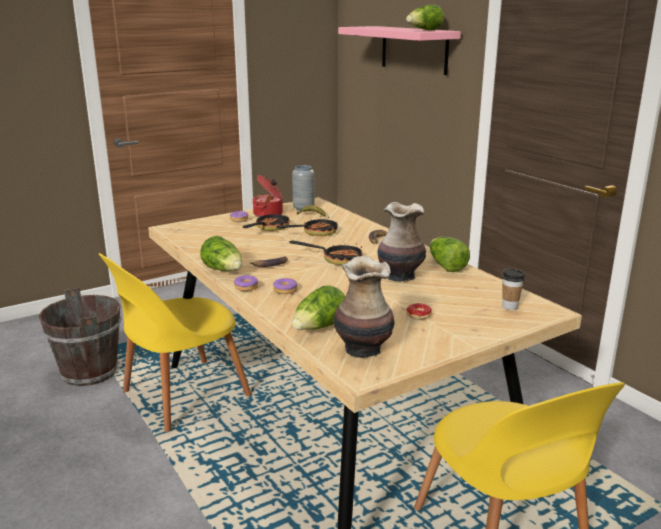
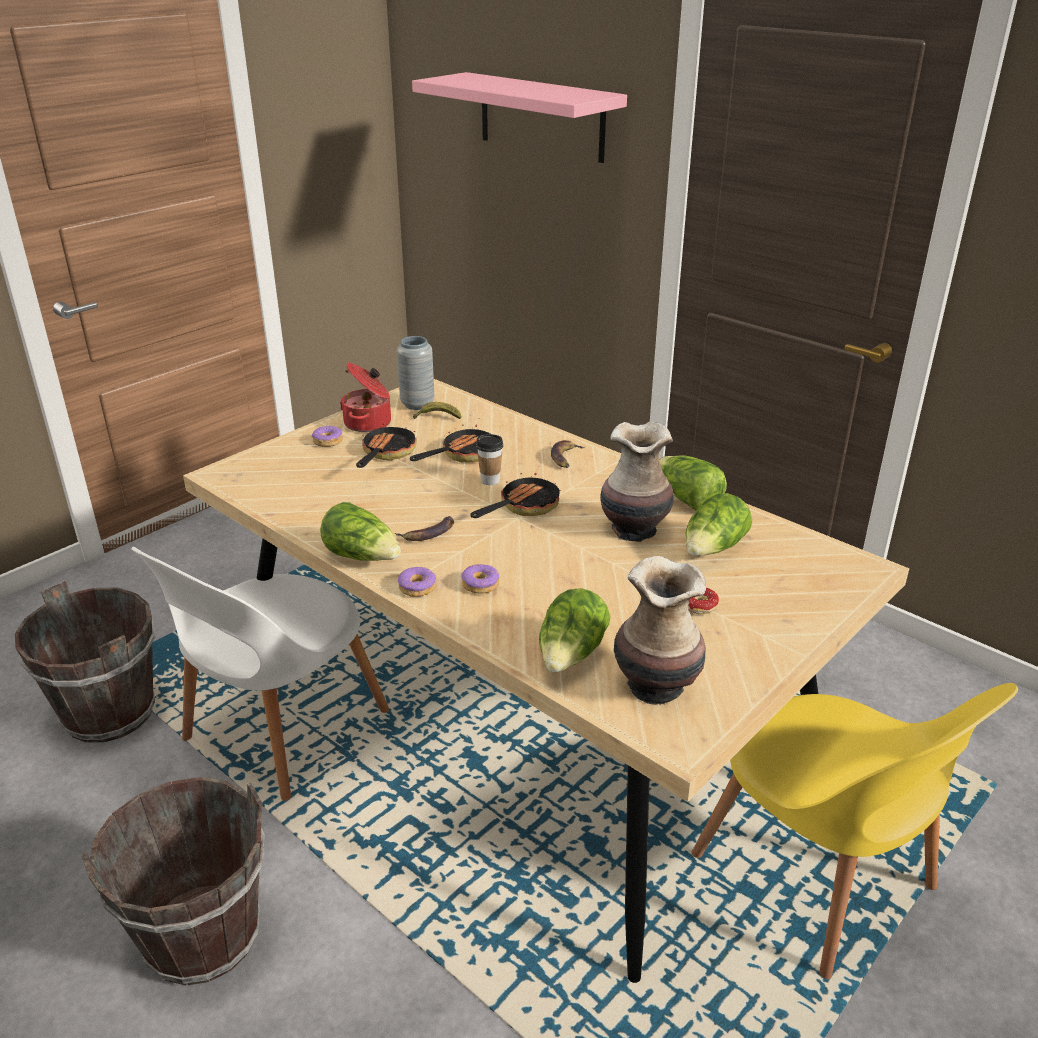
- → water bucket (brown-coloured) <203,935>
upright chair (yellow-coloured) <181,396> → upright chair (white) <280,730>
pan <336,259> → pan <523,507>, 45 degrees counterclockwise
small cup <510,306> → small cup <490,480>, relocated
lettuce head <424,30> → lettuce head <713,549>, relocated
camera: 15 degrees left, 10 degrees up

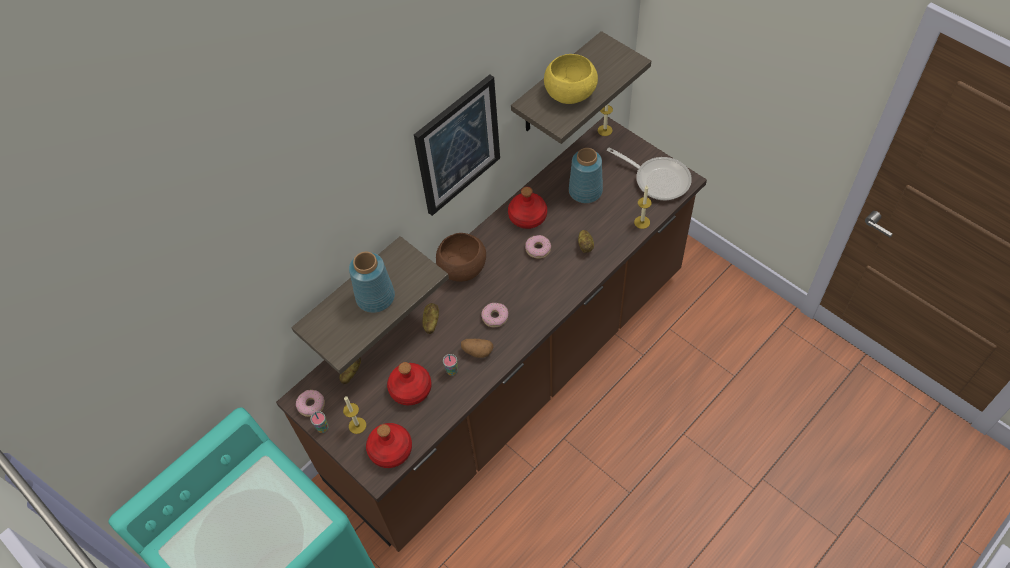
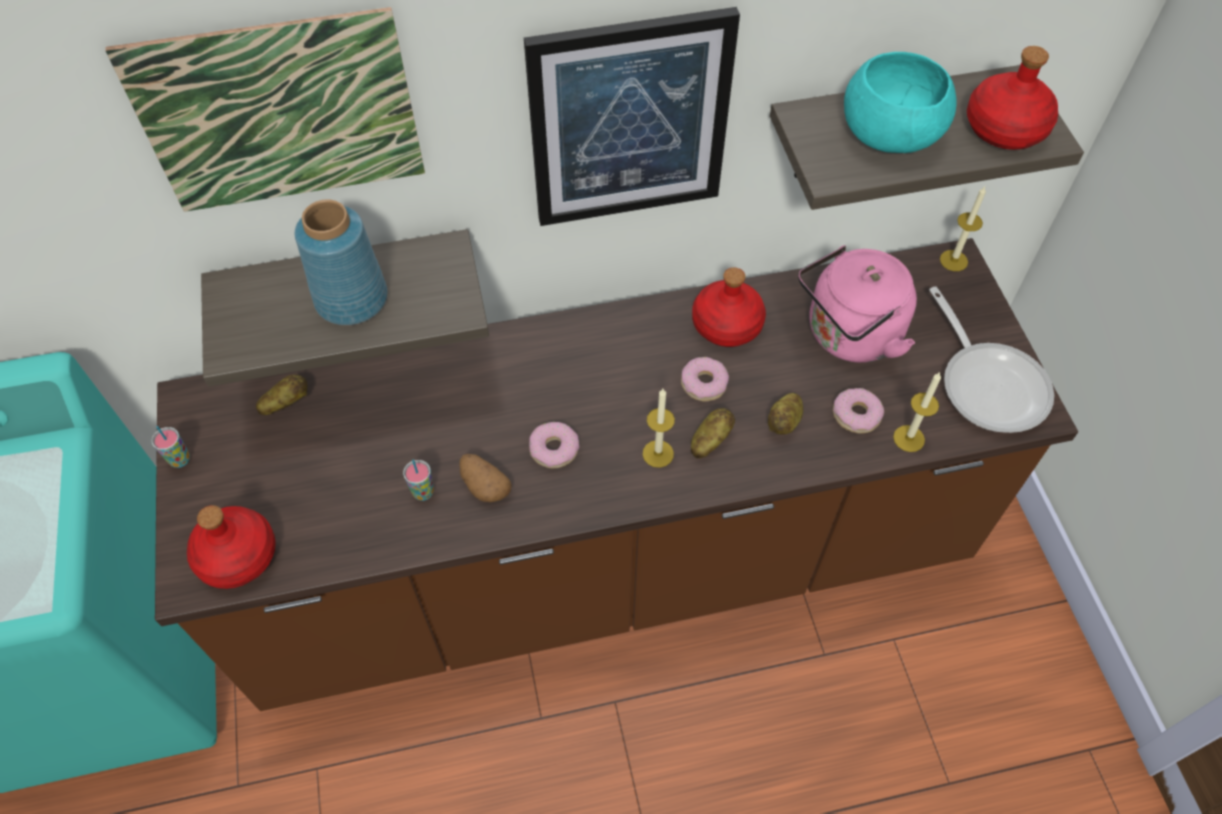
- → wall picture <280,114>
wax light <357,425> → wax light <658,453>, relocated
spud <431,322> → spud <709,440>, relocated
flower vase (blue-coloured) <584,191> → water kettle (pinkish) <849,336>
donut <311,405> → donut <856,415>, relocated
bowl (yellow-coloured) <571,92> → bowl (blue-green) <892,133>
beverage bottle (red-coloured) <410,389> → beverage bottle (red-coloured) <1004,127>, relocated
bowl (brown-coloured) <462,266> → -
camera: 30 degrees right, 0 degrees up

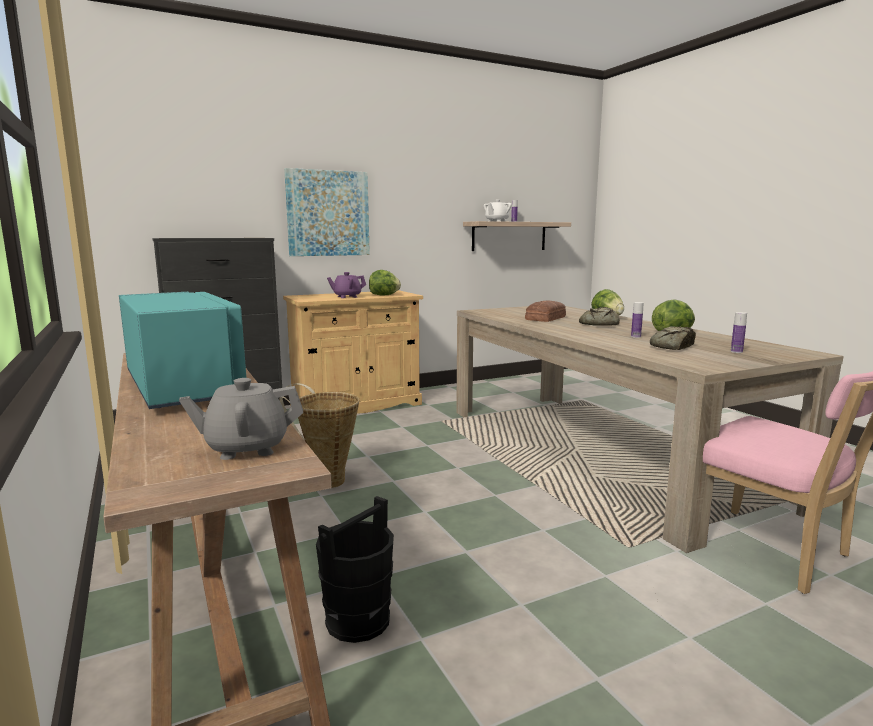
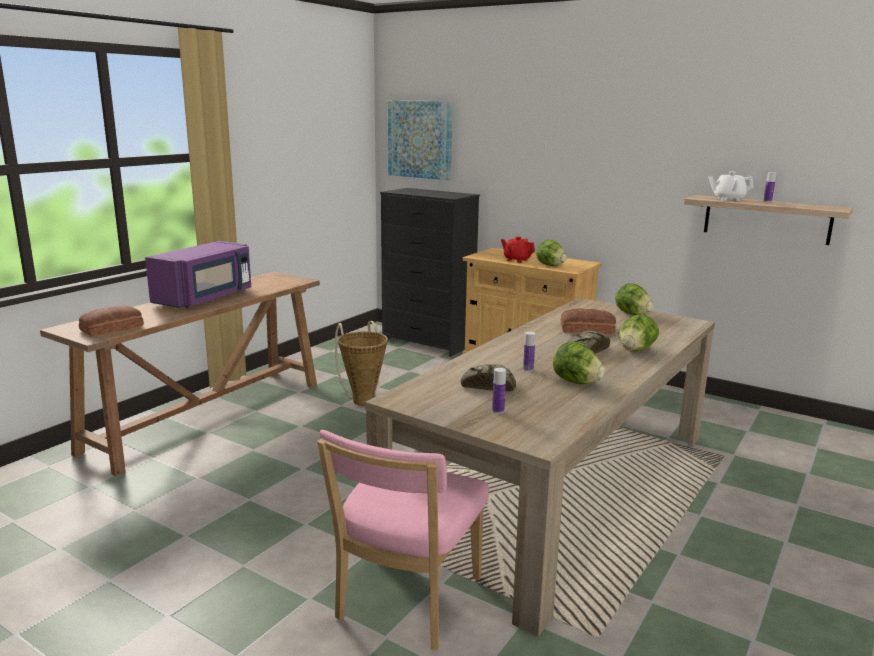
tea pot (gray) <246,448> → baked bread <113,328>
kitchen microwave (blue-green) <184,387> → kitchen microwave (purplish) <205,298>
wall picture <328,213> → wall picture <420,139>, relocated
tea pot (purplish) <347,297> → tea pot (red-coloured) <517,260>
- → lettuce head <632,314>
water bucket (black-coloured) <357,621> → -
camera: 60 degrees right, 5 degrees up

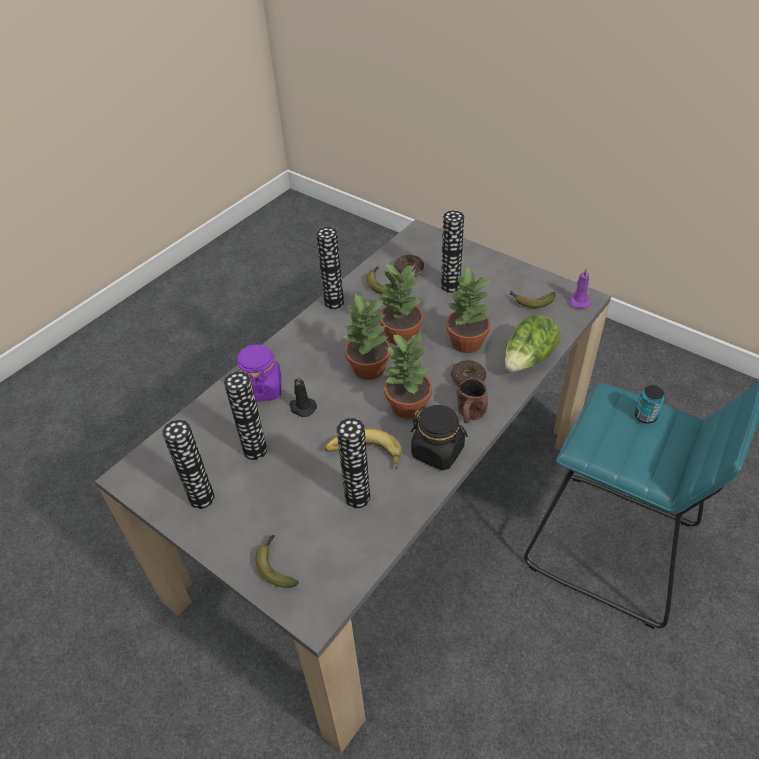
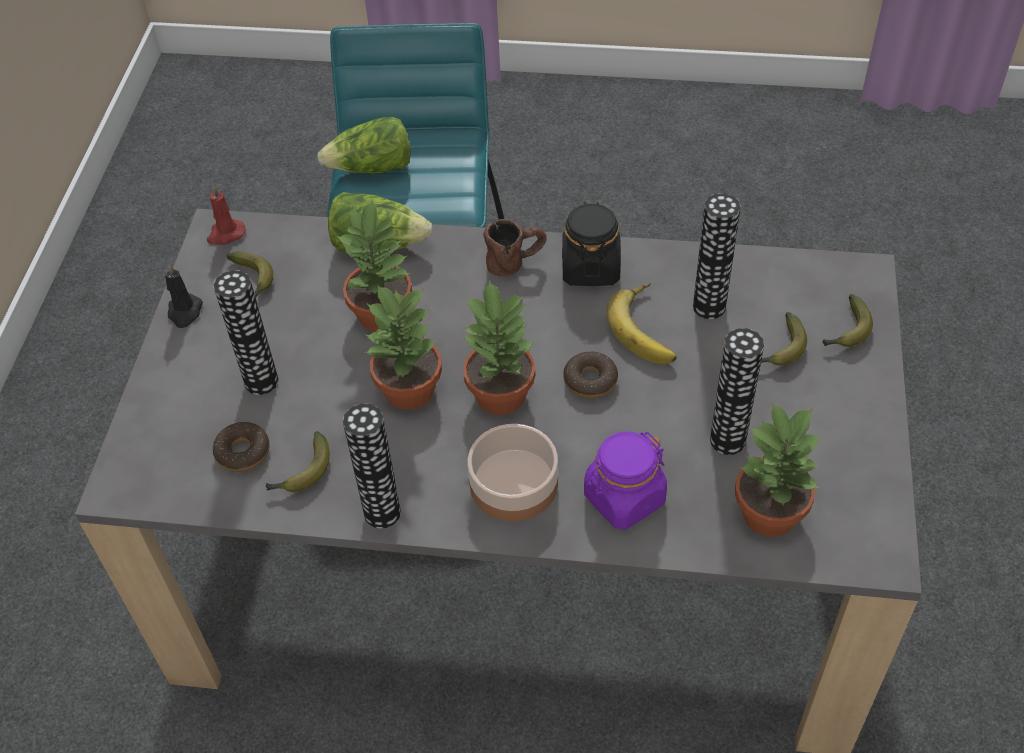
wax light (black-coloured) <302,407> → wax light (black-coloured) <185,312>, relocated
wax light (purplish) <578,301> → wax light (red-coloured) <225,234>
metal can <645,416> → lettuce head <372,168>
- → bowl <513,485>
donut <468,379> → donut <590,380>, relocated
houseplant <409,407> → houseplant <769,512>, relocated
- → banana fruit <781,349>
flower vase <202,498> → -
camera: 120 degrees left, 5 degrees up

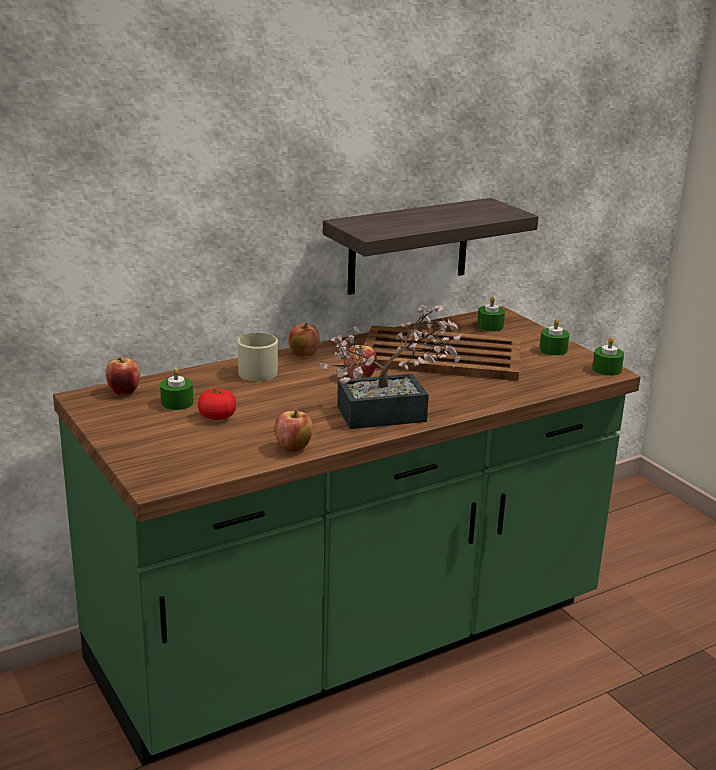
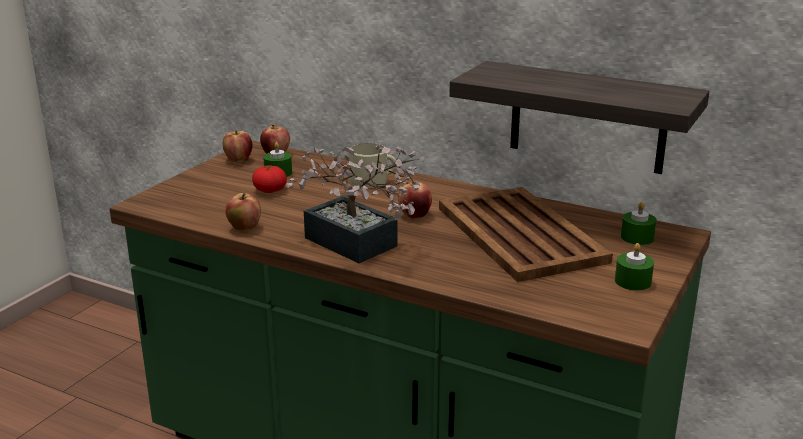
apple fruit <303,355> → apple fruit <238,160>, relocated
wax light (green-coloured) <606,369> → -
camera: 60 degrees right, 0 degrees up

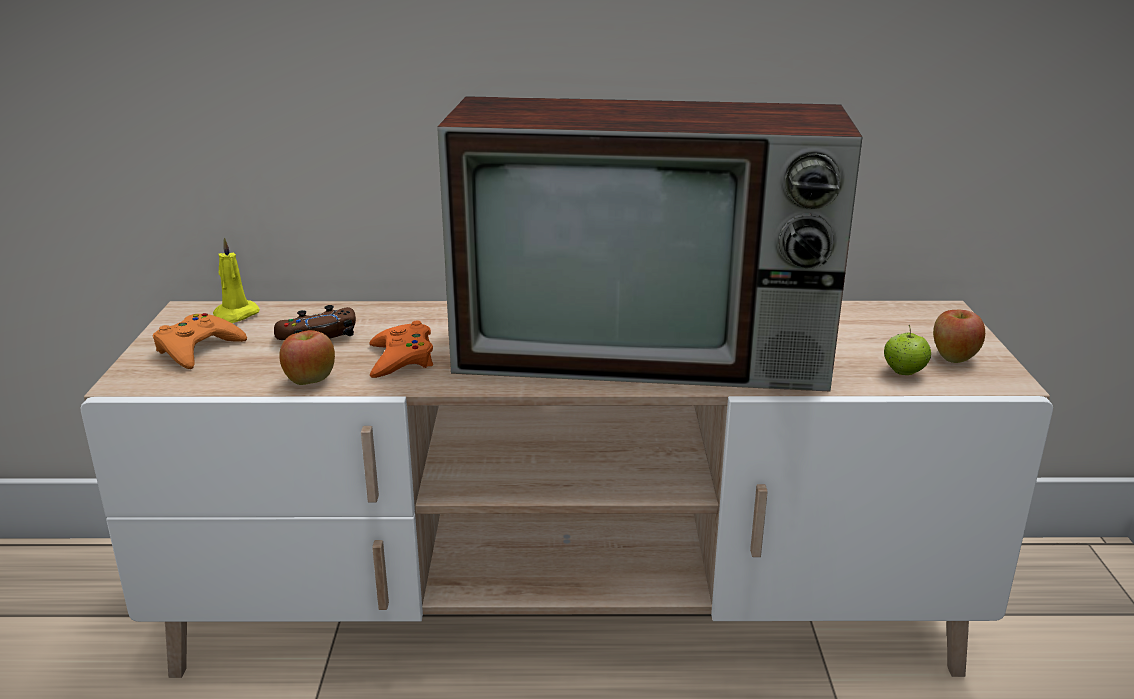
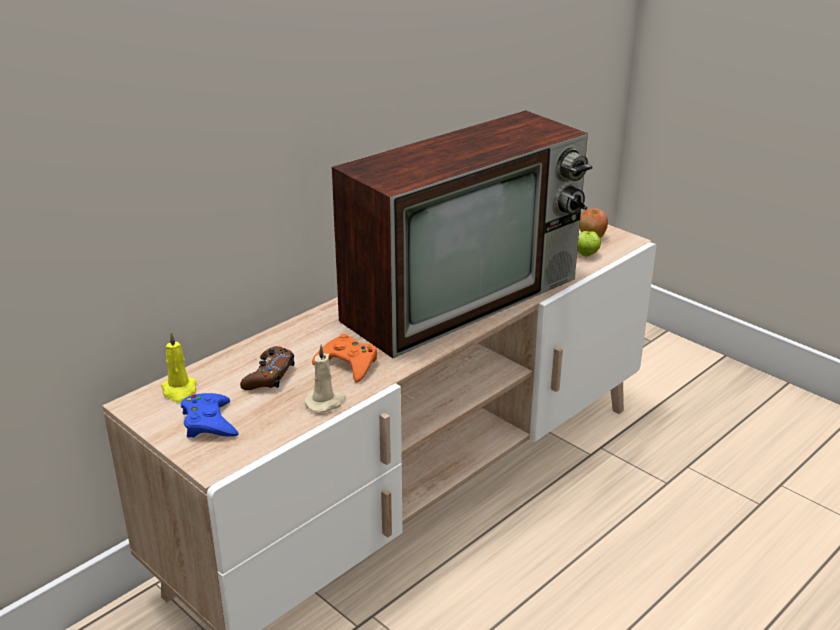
game controller (orangey) <198,349> → game controller (blue-coloured) <209,422>
apple fruit <310,381> → wax light (beige-coloured) <326,402>
camera: 45 degrees left, 5 degrees up

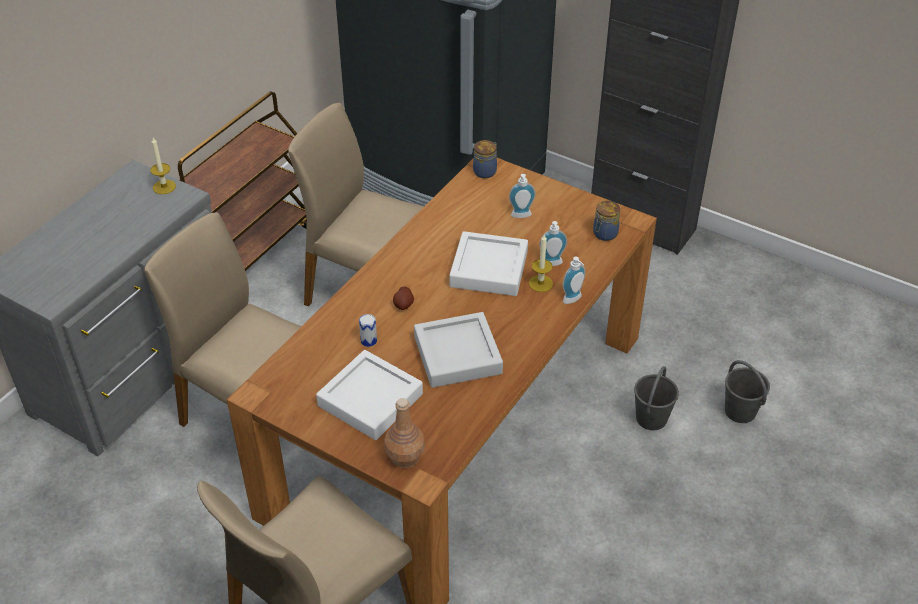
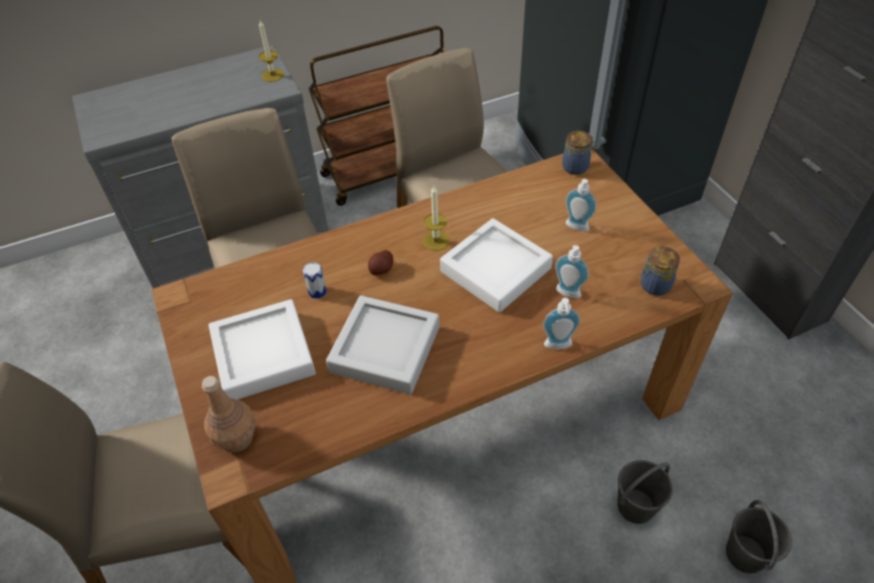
wax light <540,283> → wax light <436,240>, relocated
camera: 35 degrees right, 5 degrees up

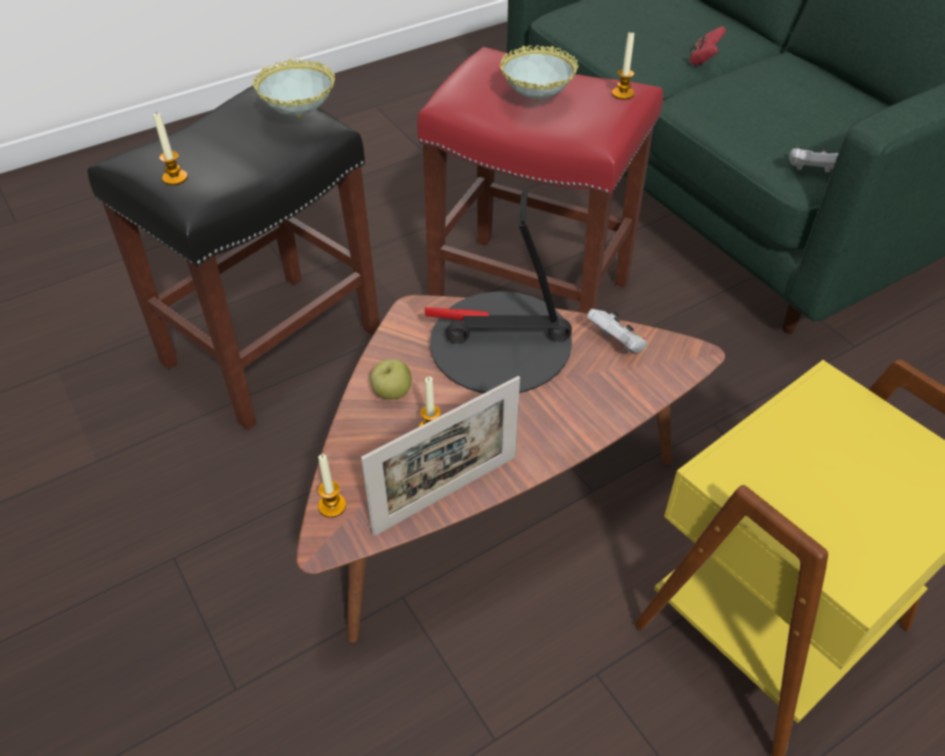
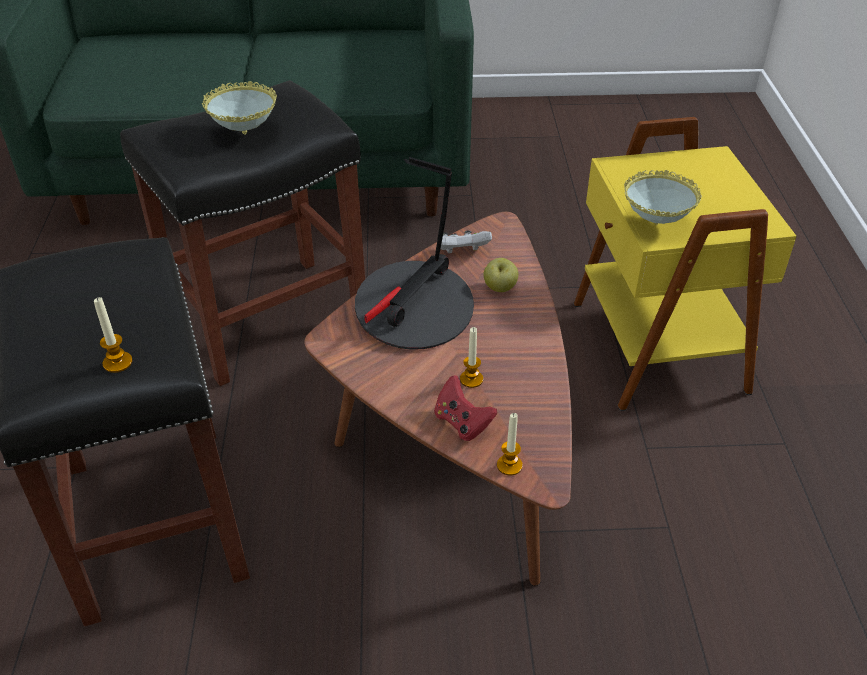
sitting stool (red-coloured) <533,294> → sitting stool (black-coloured) <269,317>
game controller (red-coloured) <704,59> → game controller (red-coloured) <462,423>, relocated
apple fruit <392,393> → apple fruit <500,288>, relocated
bowl <300,118> → bowl <655,224>, relocated
photo frame <446,494> → -
wax light <622,94> → -
game controller (white) <812,172> → -
camera: 60 degrees left, 5 degrees down

